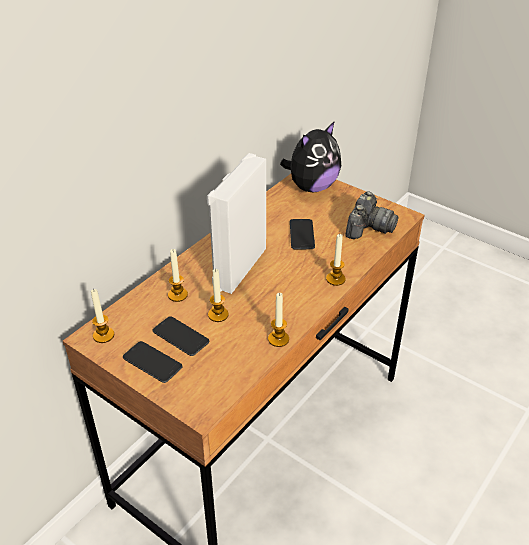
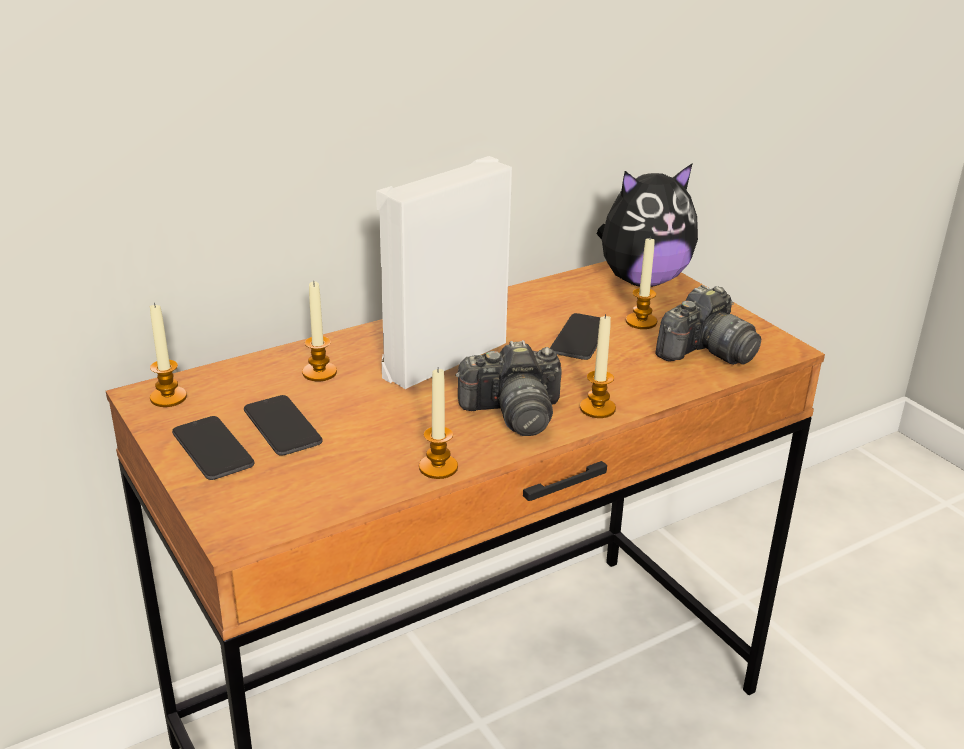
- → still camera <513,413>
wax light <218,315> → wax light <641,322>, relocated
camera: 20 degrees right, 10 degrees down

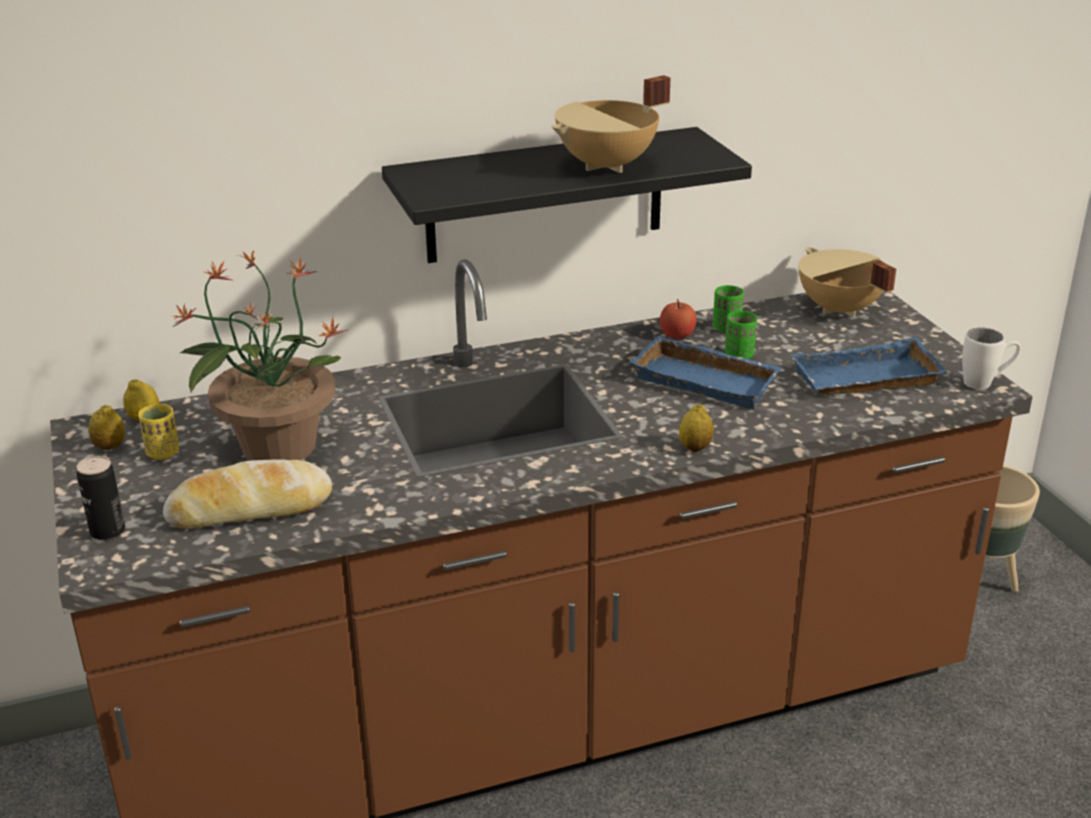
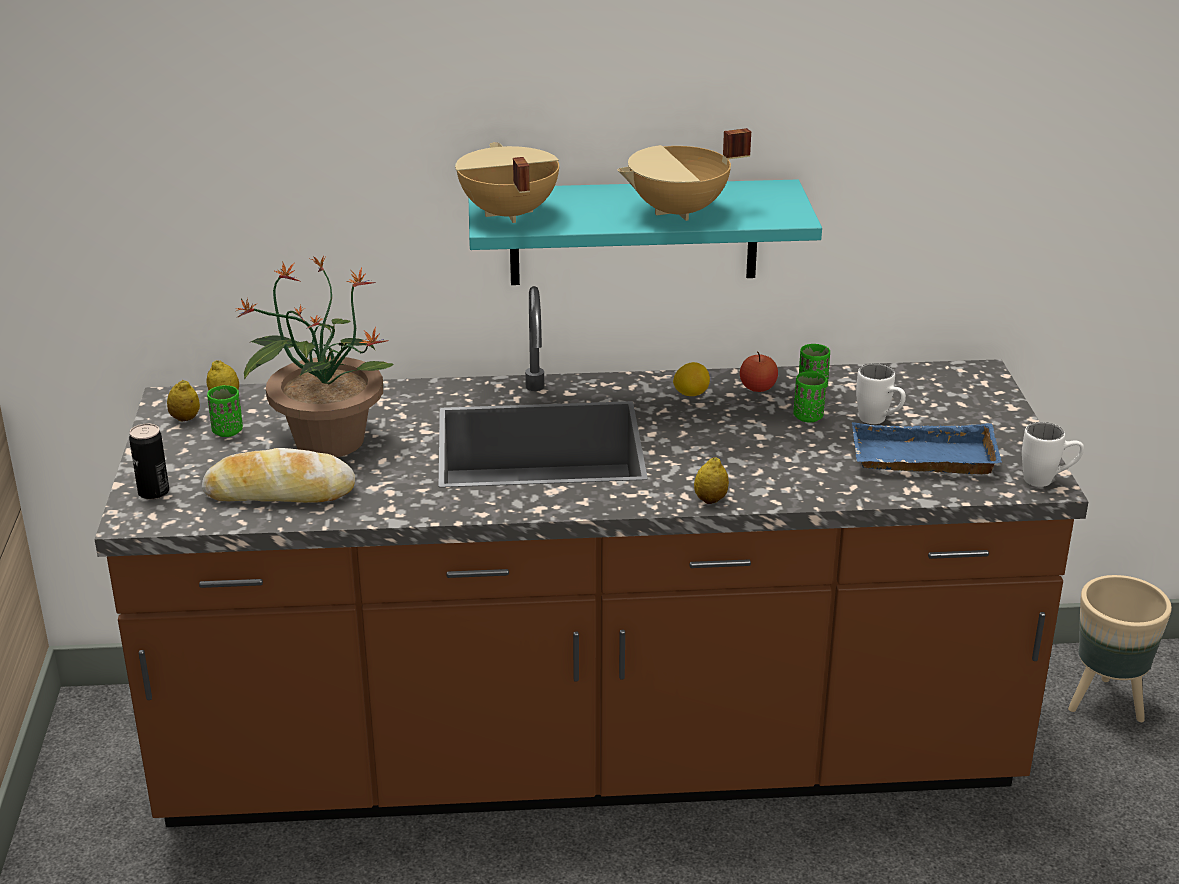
small cup (yellow-coloured) <163,453> → small cup (green-coloured) <227,431>
stockpot (beige-coloured) <838,309> → stockpot (beige-coloured) <507,214>, relocated
bracket shelf (black-coloured) <545,195> → bracket shelf (blue-green) <634,232>
- → citrus fruit <691,394>
- → coffee mug (white) <879,421>
carrying tray (blue-coloured) <708,380> → -
camera: 15 degrees right, 0 degrees up

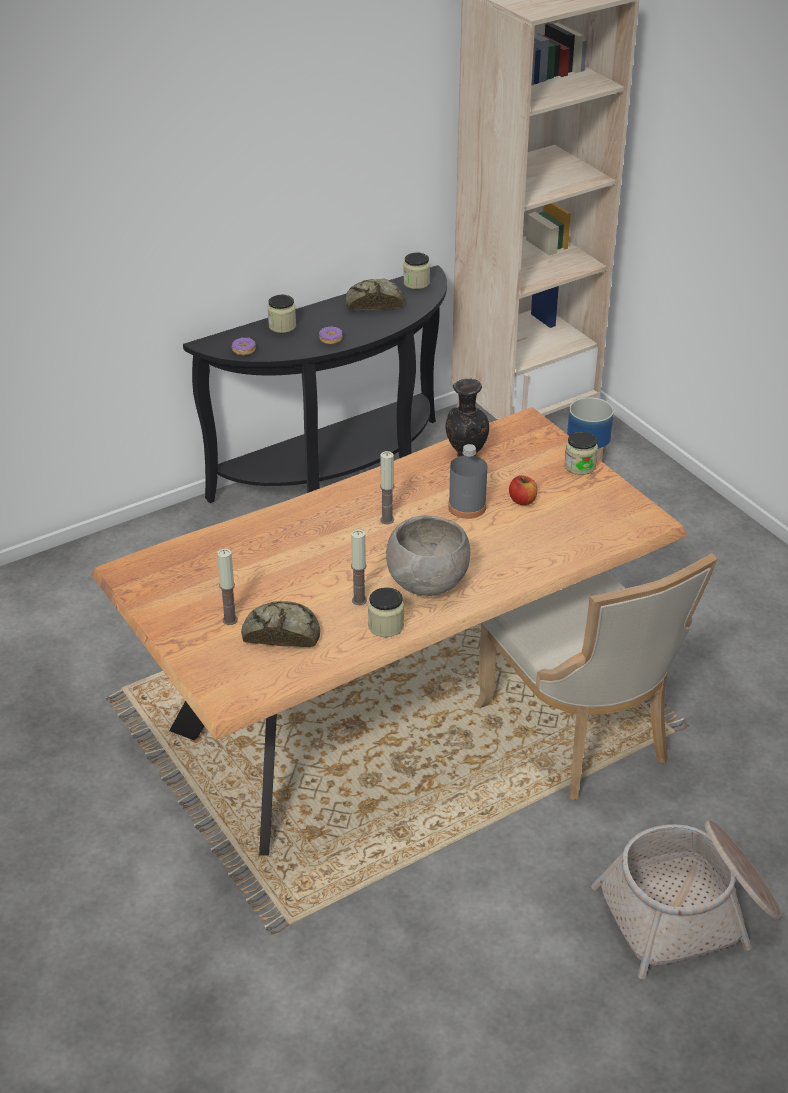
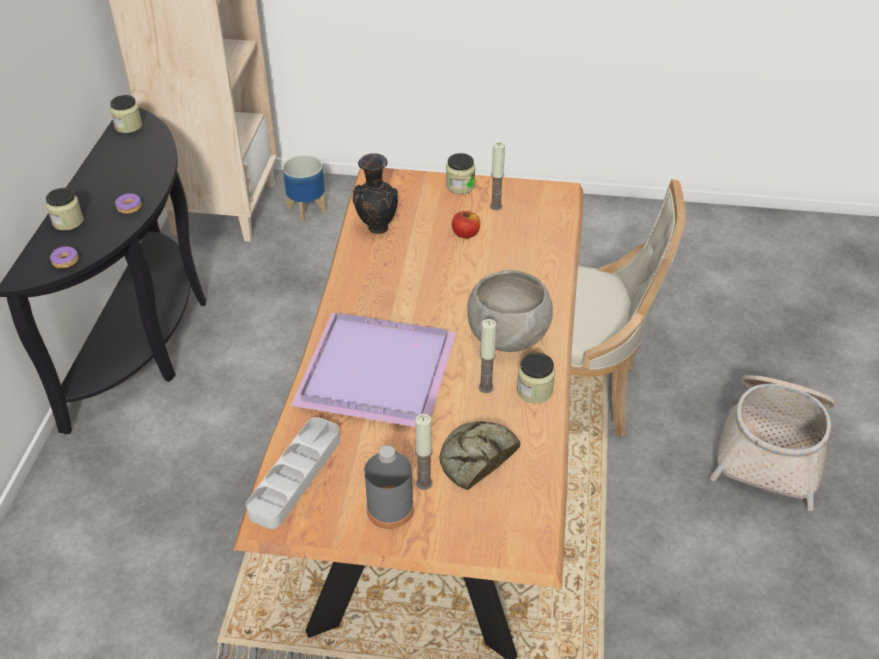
- → carrying tray (gray) <295,476>
- → carrying tray (purplish) <380,370>
beverage bottle (gray) <467,507> → beverage bottle (gray) <390,509>, relocated
wax light <387,520> → wax light <496,206>, relocated
baked bread <373,302> → -
camera: 50 degrees left, 5 degrees up

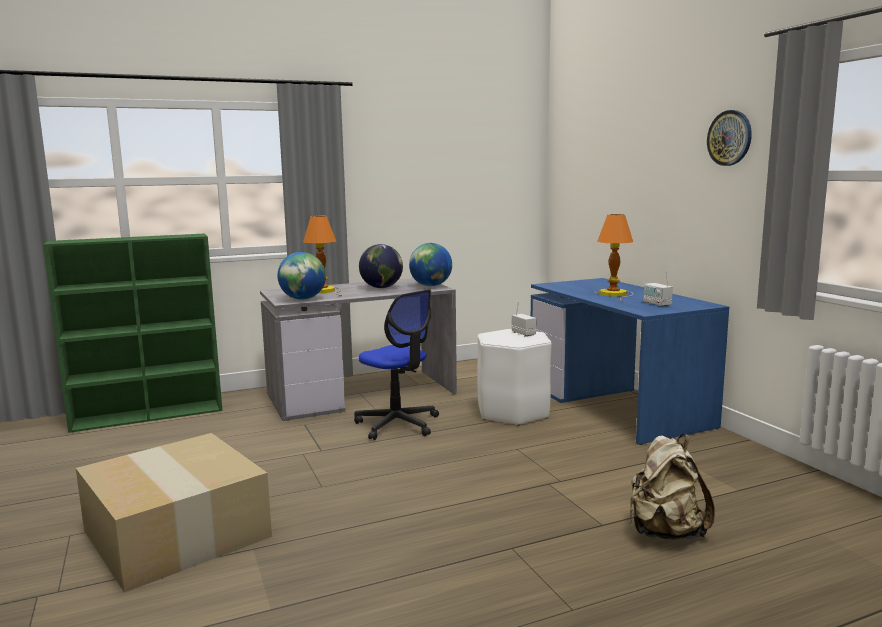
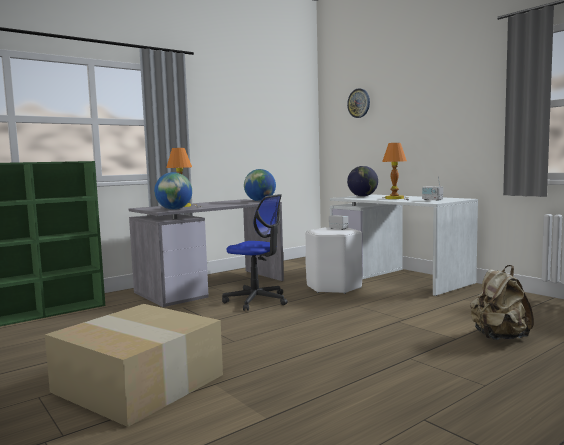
desk table (blue-coloured) <618,405> → desk table (white) <400,277>
hanging clock <730,138> → hanging clock <359,103>, relocated
world globe <381,288> → world globe <362,196>, relocated
camera: 15 degrees left, 5 degrees down

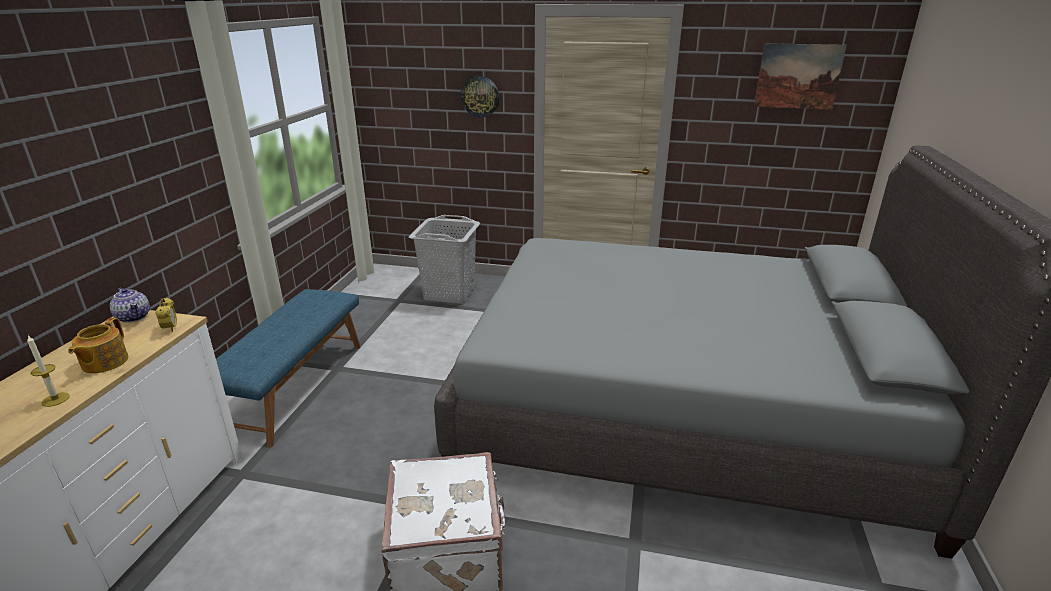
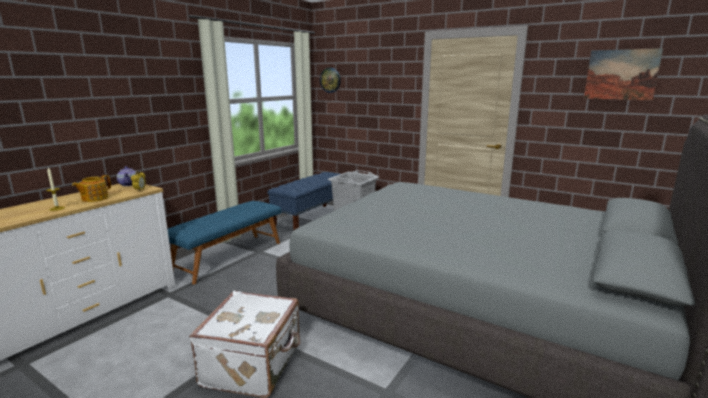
- → long seat (blue-coloured) <312,219>
hanging clock <480,96> → hanging clock <330,80>, relocated
camera: 20 degrees right, 10 degrees down

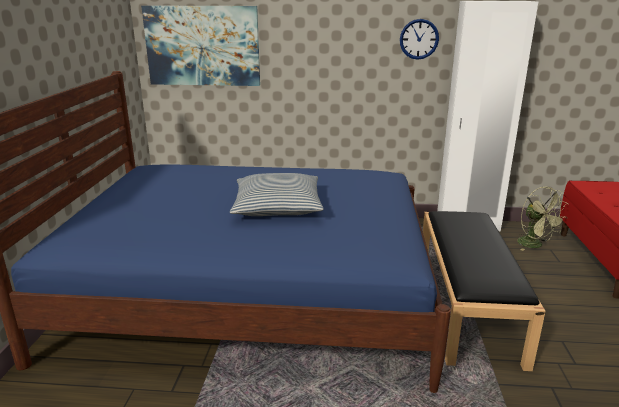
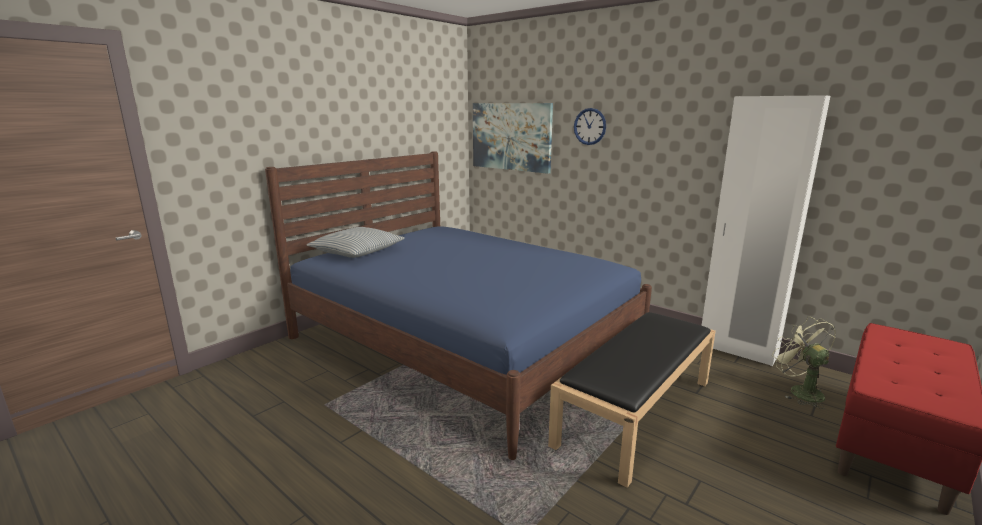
throw pillow <277,206> → throw pillow <357,251>, relocated
hanging clock <419,39> → hanging clock <590,126>, relocated
electric fan (green-coloured) <534,245> → electric fan (green-coloured) <799,391>, 150 degrees clockwise
camera: 35 degrees right, 5 degrees down

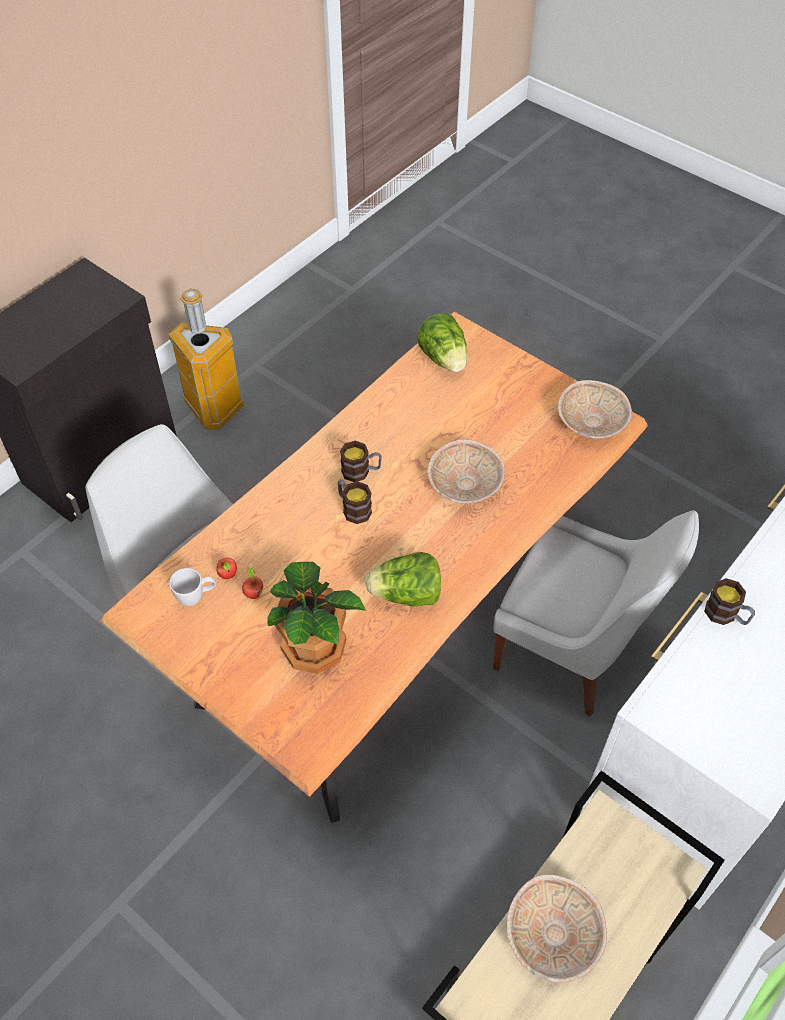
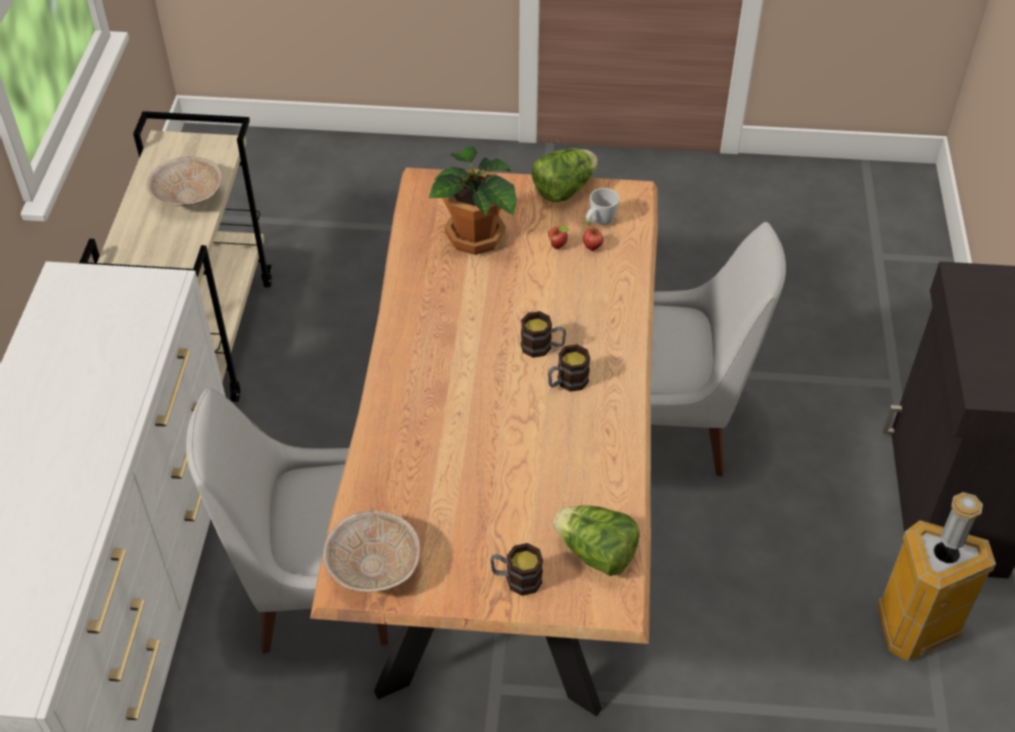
coffee mug <726,615> → coffee mug <516,579>, relocated
lettuce head <406,594> → lettuce head <564,190>, relocated
bowl (beige-coloured) <464,485> → -
camera: 145 degrees right, 5 degrees down

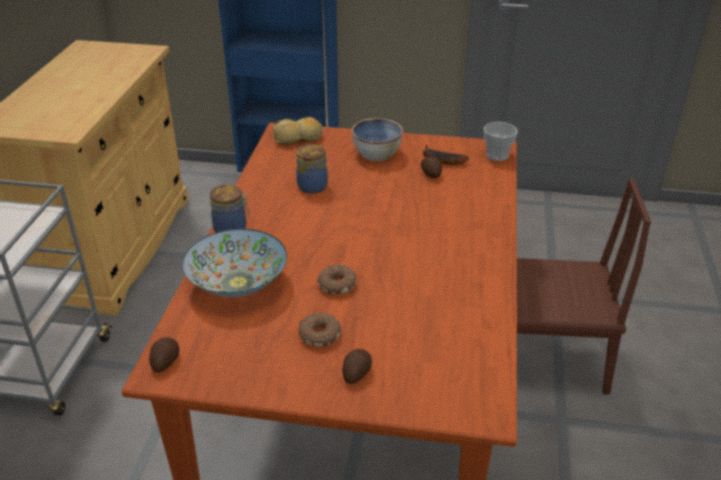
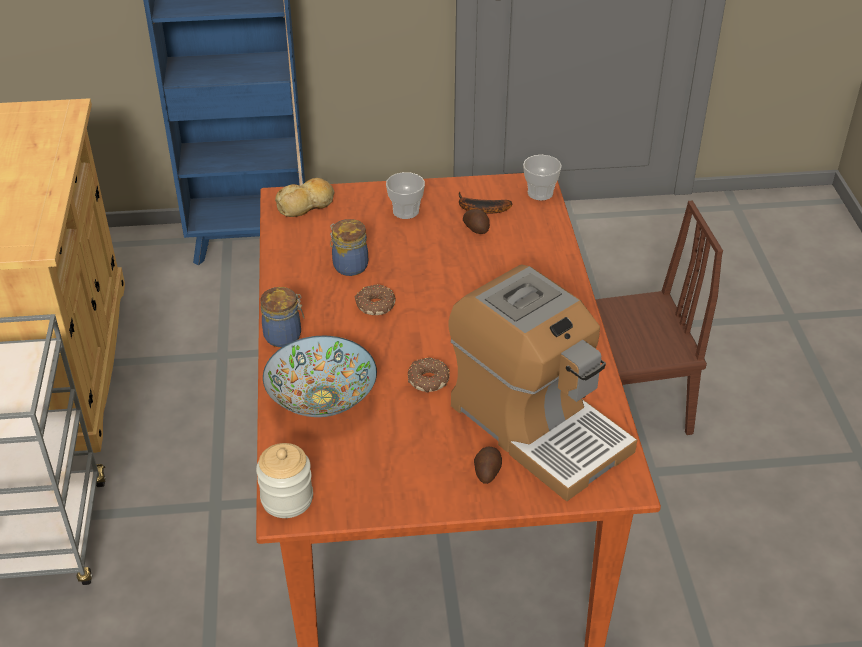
spud <165,361> → storage jar <287,499>
donut <319,334> → donut <375,305>, relocated
bowl <377,153> → small cup <405,211>
- → coffee machine <537,426>
camera: 15 degrees left, 5 degrees up

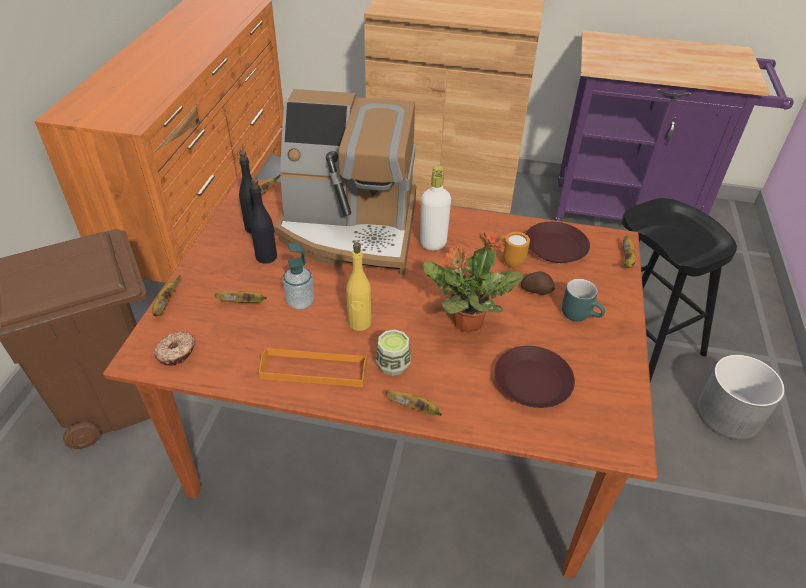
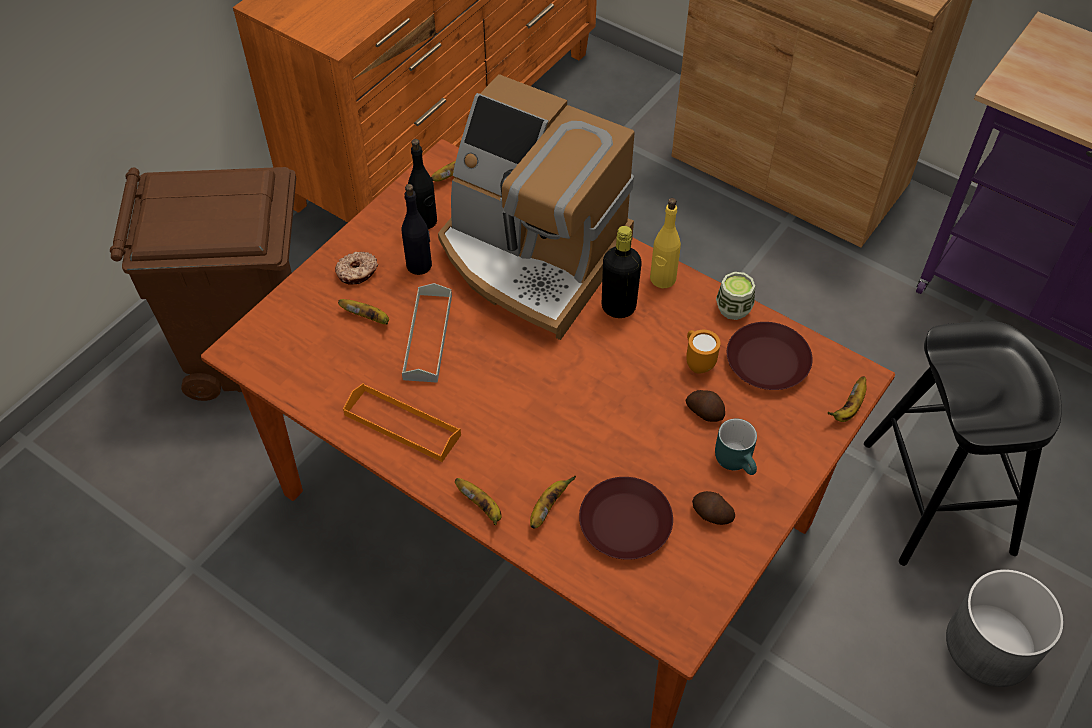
donut <177,353> → donut <357,272>, relocated
soap bottle <300,302> → carrying tray (gray) <428,337>
banana fruit <165,305> → banana fruit <547,507>, relocated
beverage bottle (white) <433,243> → beverage bottle (black-coloured) <618,307>
beverage bottle (yellow-coloured) <359,323> → beverage bottle (yellow-coloured) <662,279>, relocated
- → spud <711,514>
small cup <393,365> → small cup <733,308>, relocated
houseplant <466,322> → -
camera: 25 degrees right, 10 degrees up

